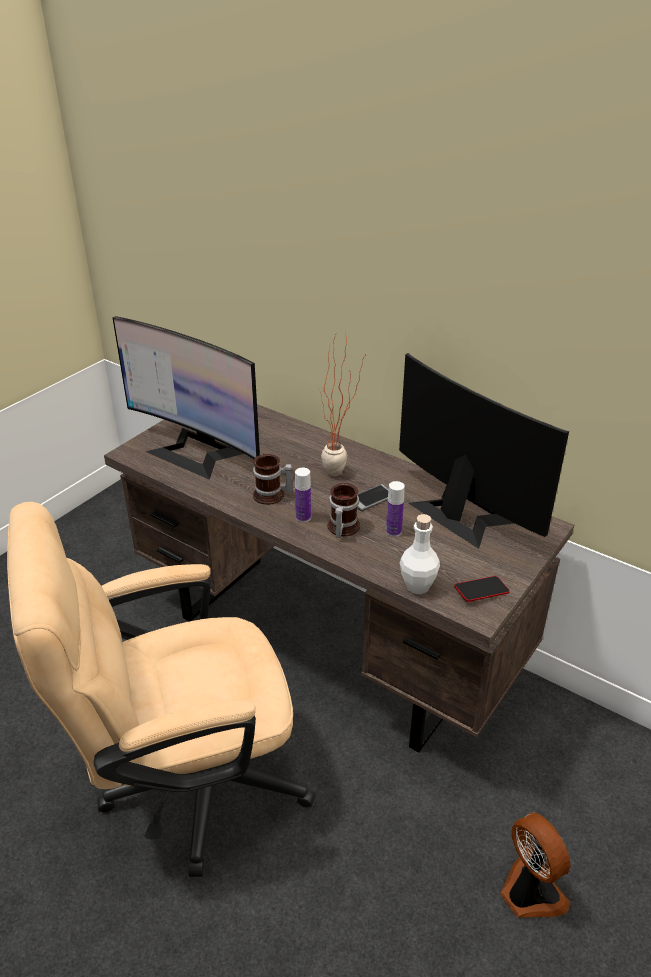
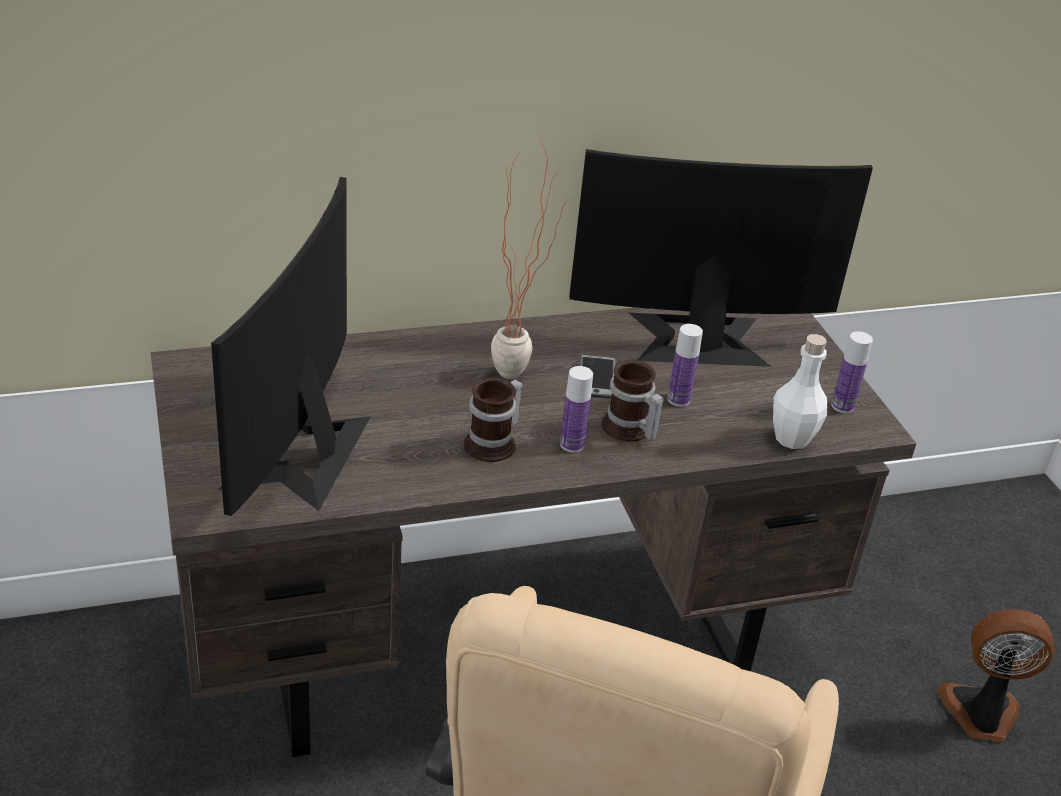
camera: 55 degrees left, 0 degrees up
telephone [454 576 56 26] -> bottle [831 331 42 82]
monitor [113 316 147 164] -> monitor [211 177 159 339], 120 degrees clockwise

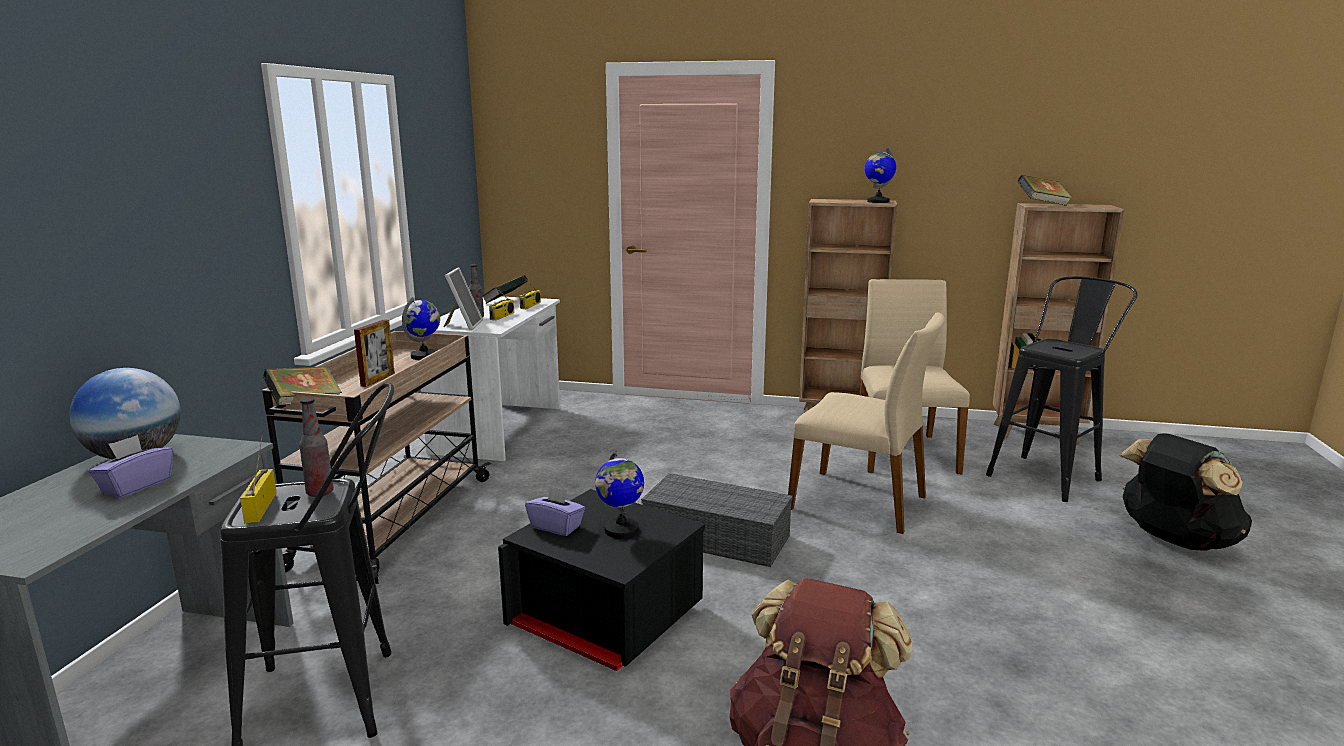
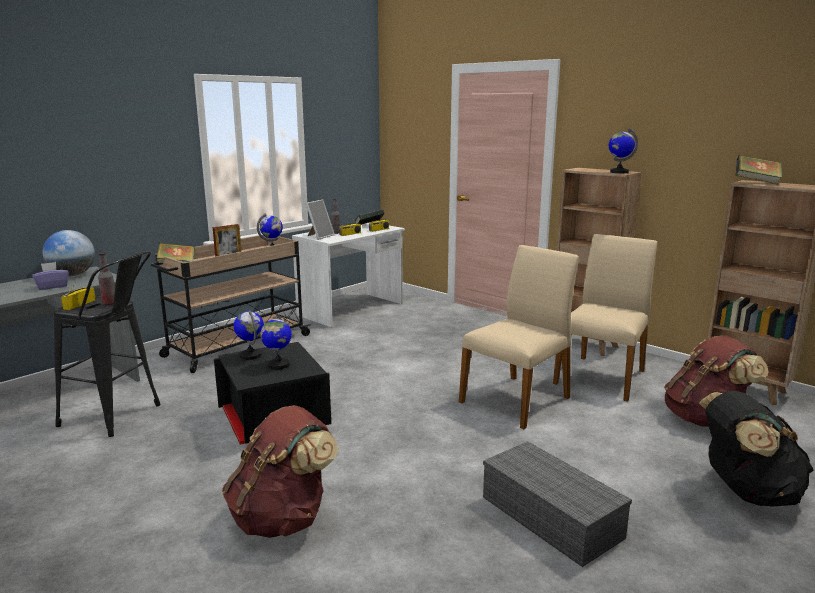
camera: 30 degrees right, 0 degrees up
gray storage box [641 473 152 94] -> gray storage box [483 441 149 126], shifted
purple tissue box [525 485 60 51] -> world globe [234 310 30 50]
black-coloured stool seat [986 276 152 226] -> brownish rucksack [664 335 104 92]
beige upright chair [788 312 156 222] -> beige upright chair [459 245 120 184], 105 degrees counterclockwise

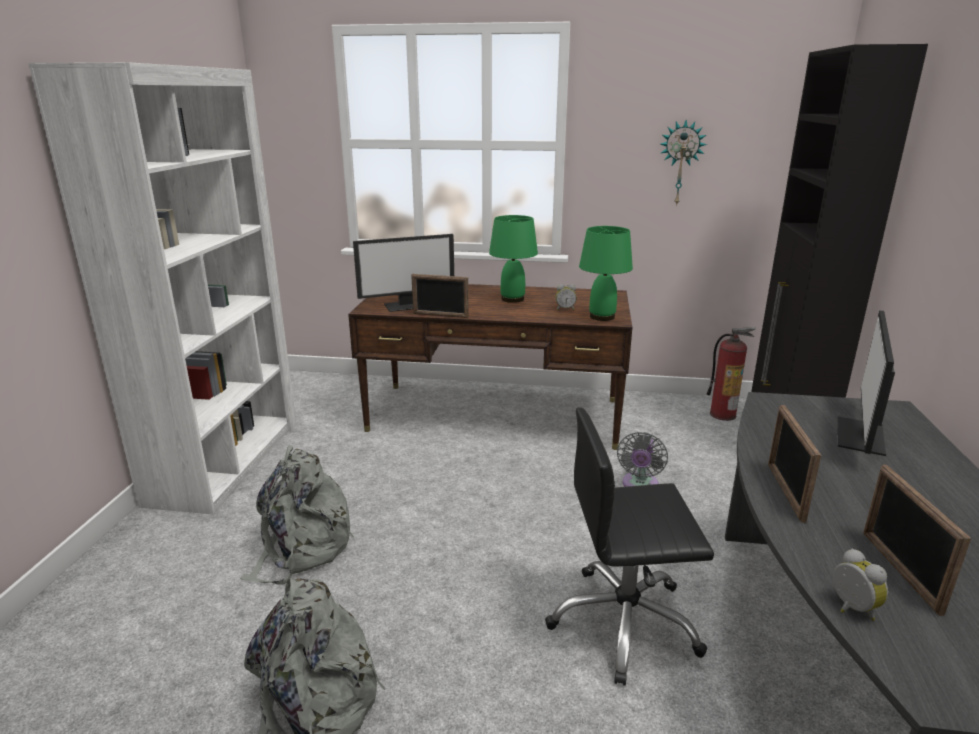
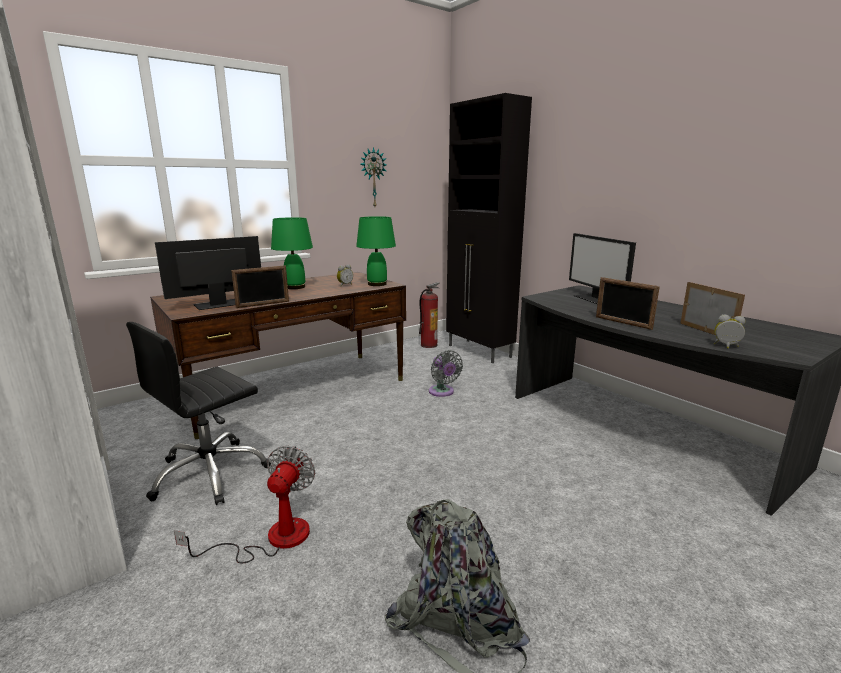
camera: 45 degrees left, 5 degrees down
black-coloured computer chair [545 407 169 279] -> black-coloured computer chair [126 322 145 183], shifted
gray rucksack [240 445 114 140] -> fan [174 446 141 118]
monitor [353 234 101 78] -> monitor [155 236 106 74], 150 degrees counterclockwise
picture frame [863 465 108 151] -> picture frame [680 282 65 53], 150 degrees counterclockwise

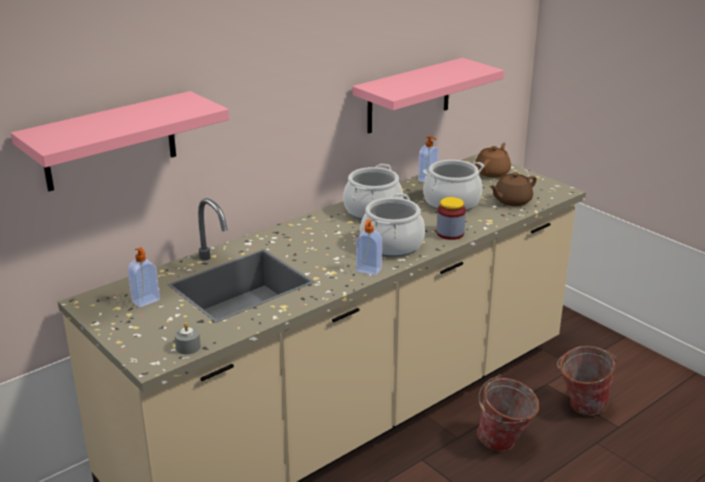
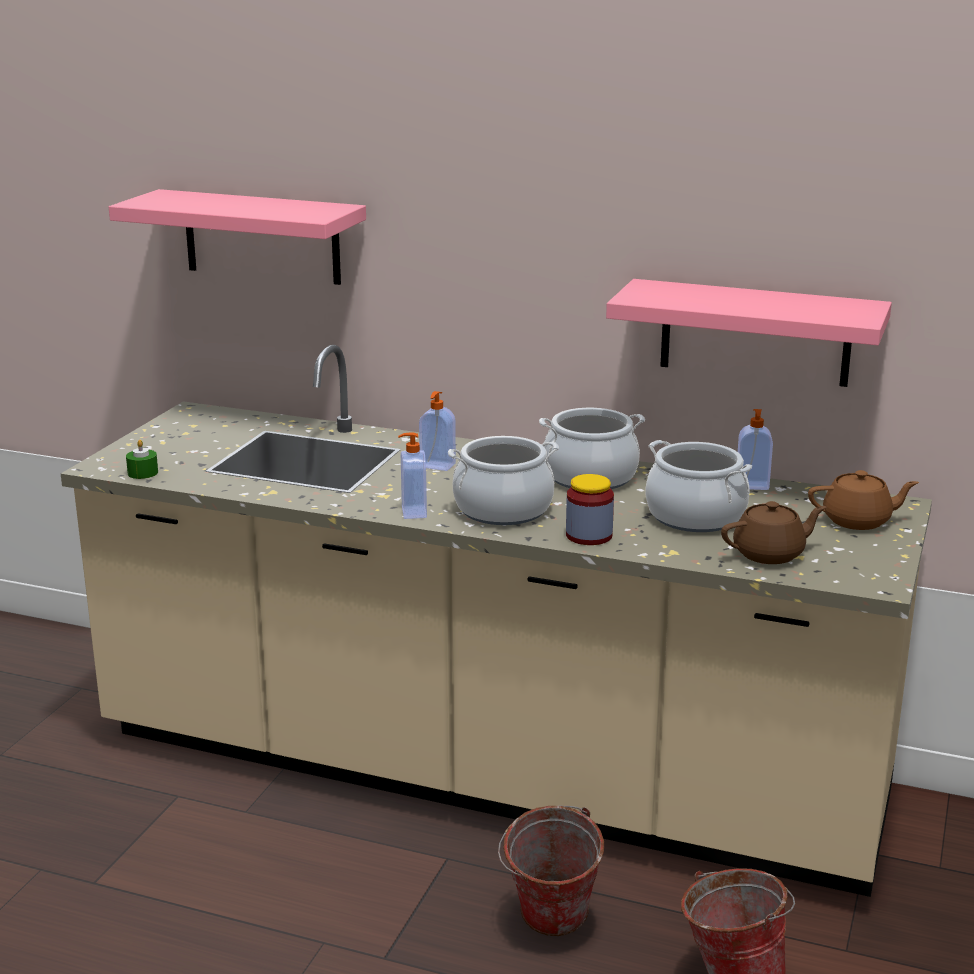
camera: 60 degrees right, 5 degrees down
liquid soap bottle [128 247 32 61] -> liquid soap bottle [419 391 37 80], shifted
gray candle [174 322 27 32] -> green-coloured candle [126 440 32 39]
brownish teapot [489 172 48 34] -> brownish teapot [721 501 105 63], 135 degrees clockwise

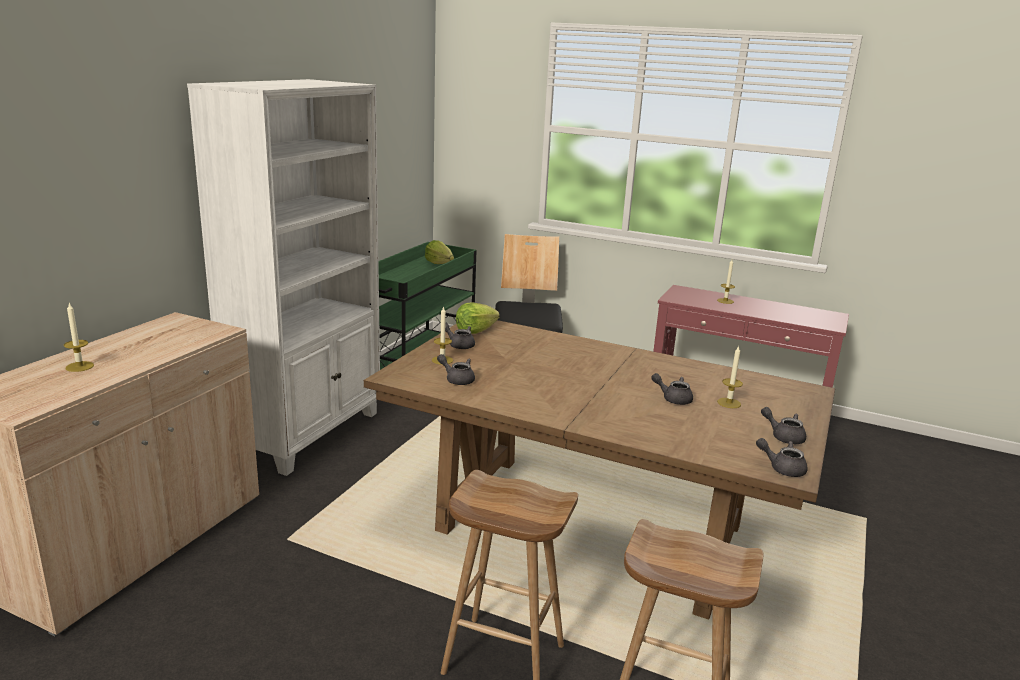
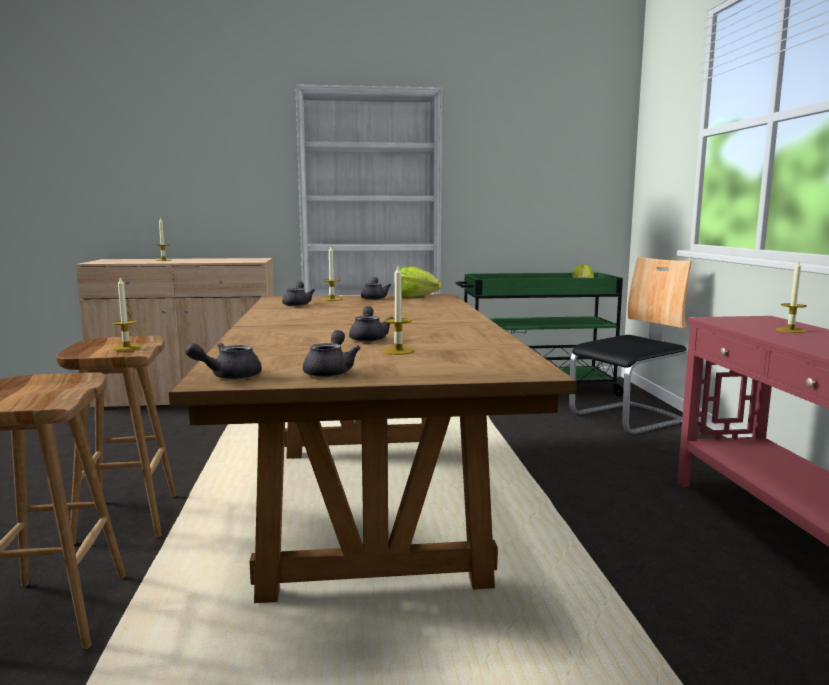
camera: 60 degrees right, 10 degrees down
none -> candle [112 277 29 73]
gray teapot [756 438 52 39] -> gray teapot [185 343 77 36], 120 degrees counterclockwise

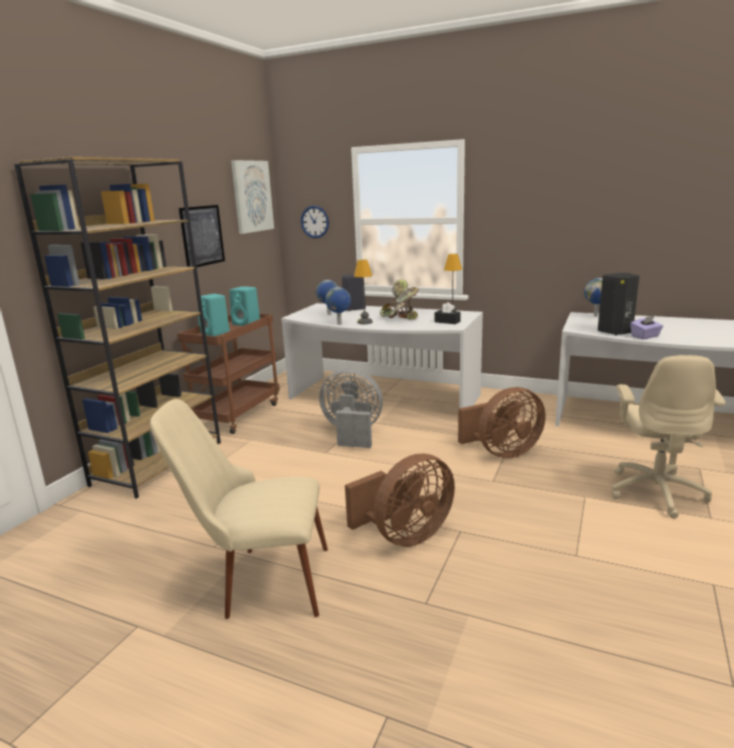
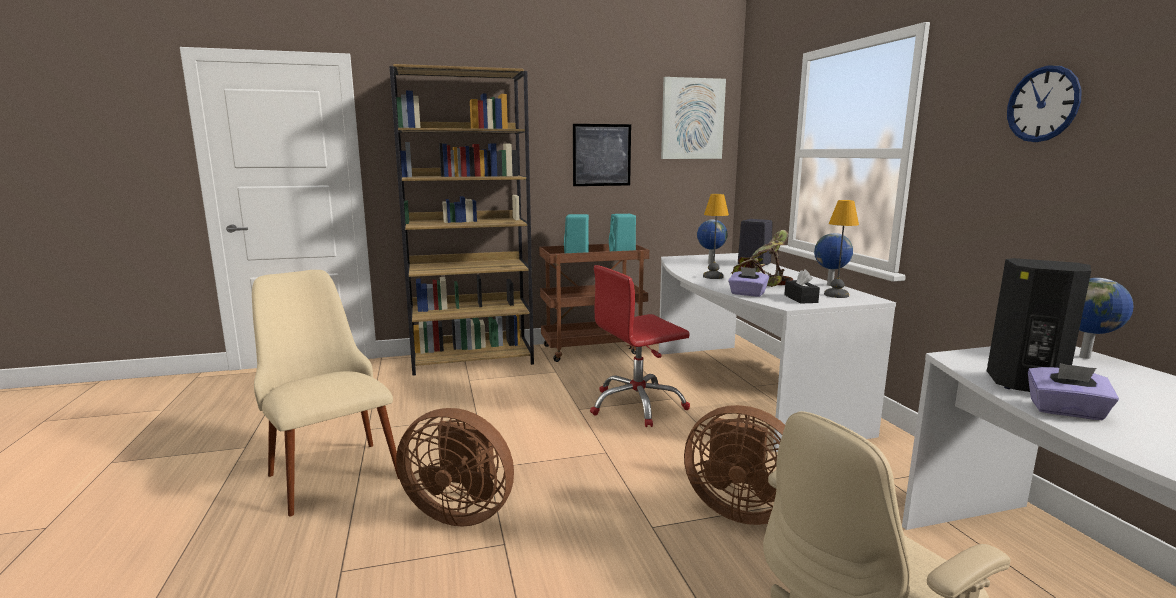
camera: 50 degrees right, 5 degrees down
none -> purple tissue box [728 267 41 30]
clock on the wall [301 206 28 32] -> clock on the wall [1007 65 75 77], shifted
world globe [325 287 26 38] -> world globe [814 233 39 53], shifted
gray fan [319 369 64 79] -> reddish computer chair [590 265 100 162]

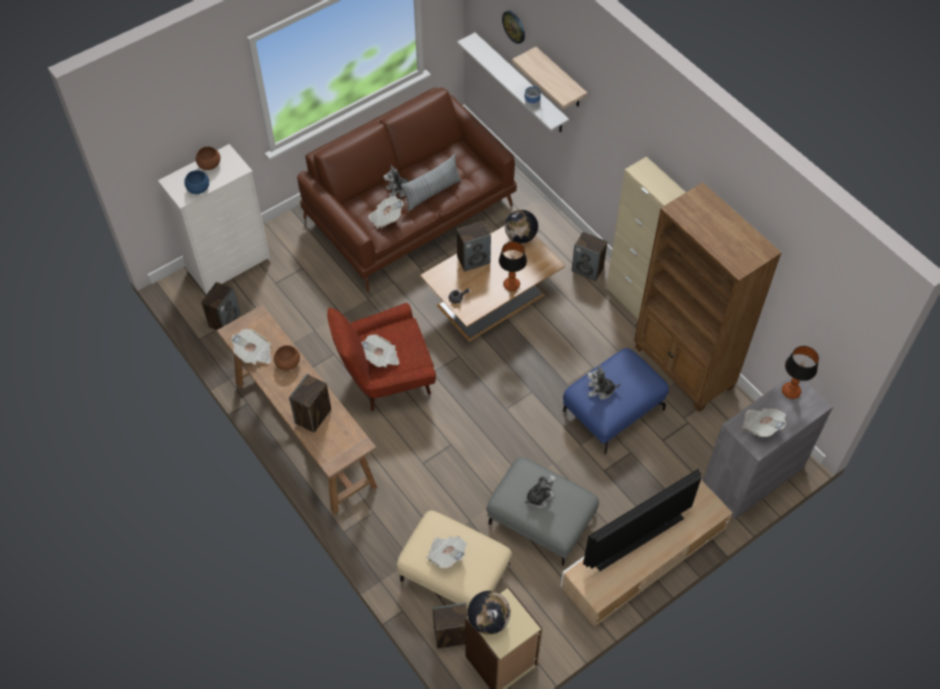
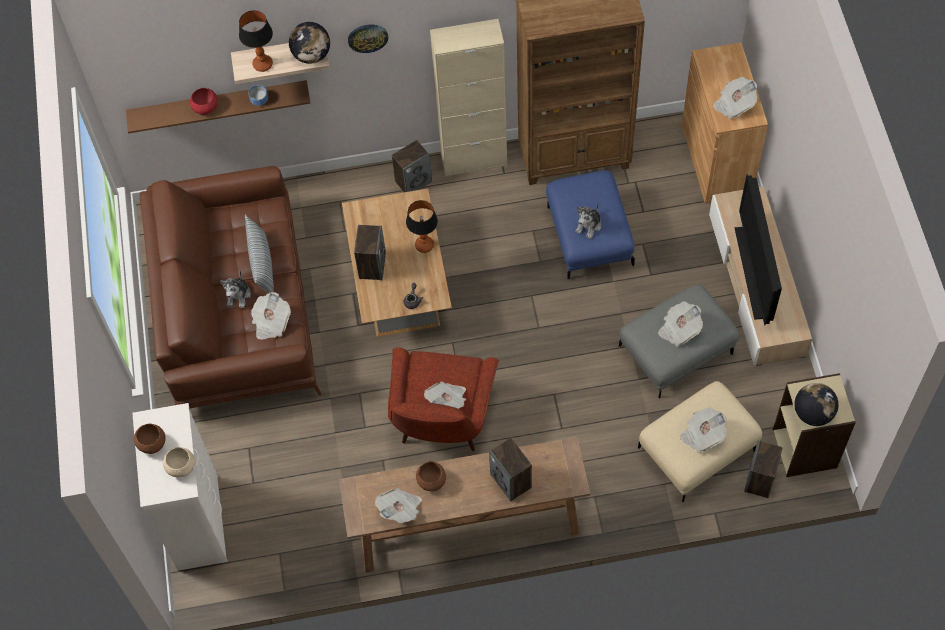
camera: 60 degrees left, 5 degrees up
speaker [201 282 39 48] -> none
none -> reddish serving bowl [190 88 28 27]
clock on the wall [502 10 23 34] -> clock on the wall [348 25 40 28], shifted
world globe [505 210 33 33] -> world globe [289 22 41 42], shifted
tabletop lamp [782 346 37 53] -> tabletop lamp [239 10 34 62], shifted
cuddly toy [525 476 31 32] -> printed paper [658 302 45 45]
blue serving bowl [184 170 25 24] -> beige serving bowl [163 447 32 31]
white wall shelf [457 33 112 99] -> brownish wall shelf [126 80 184 53]
gray cupboard [703 376 130 143] -> brownish cupboard [682 43 86 161]

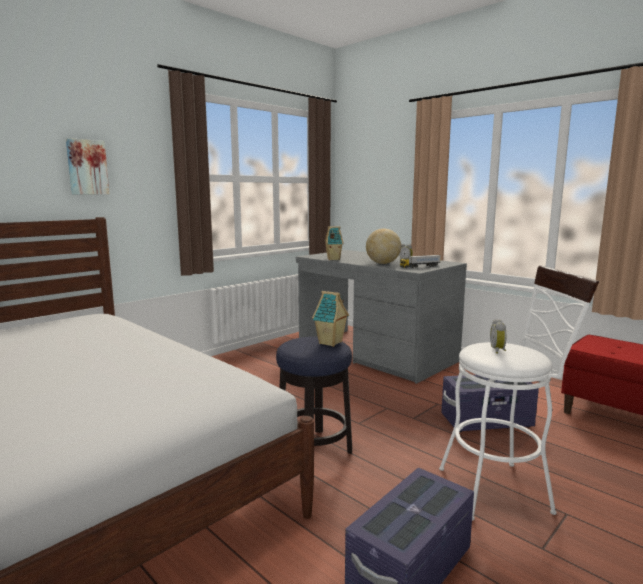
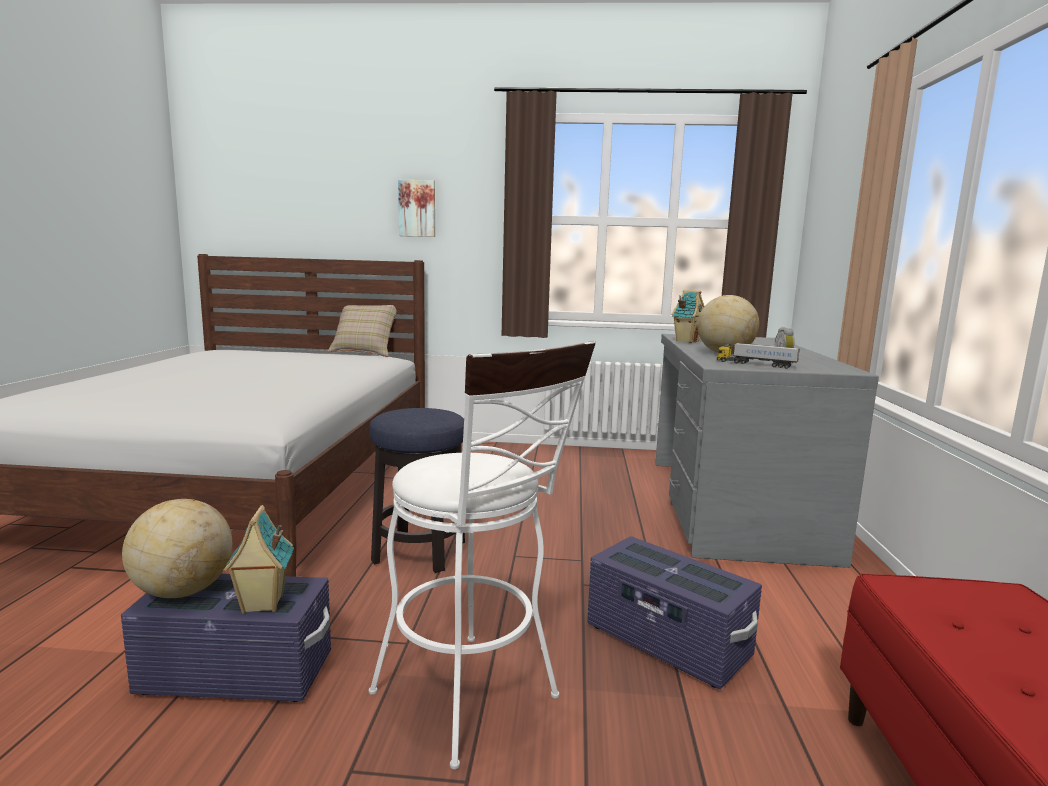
camera: 50 degrees right, 0 degrees up
table clock [490 319 16 35] -> none
none -> world globe [122 499 110 99]
none -> beige throw pillow [328 305 69 52]
miniature house [312 291 37 56] -> miniature house [223 505 71 109], shifted

